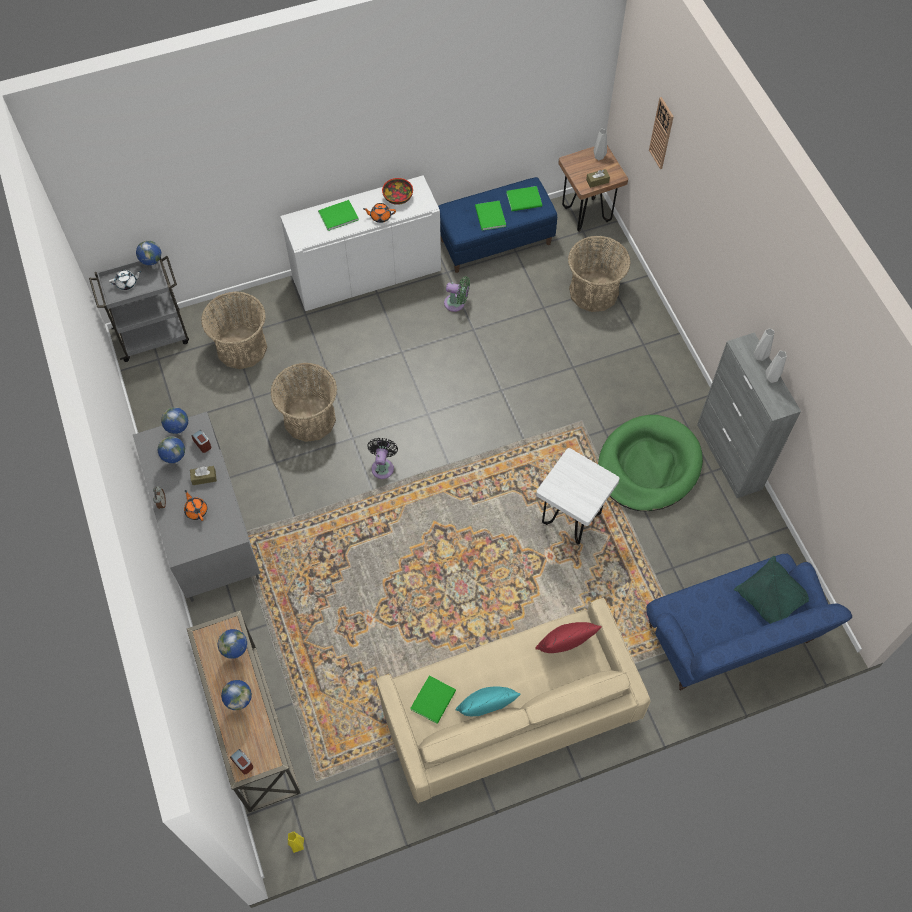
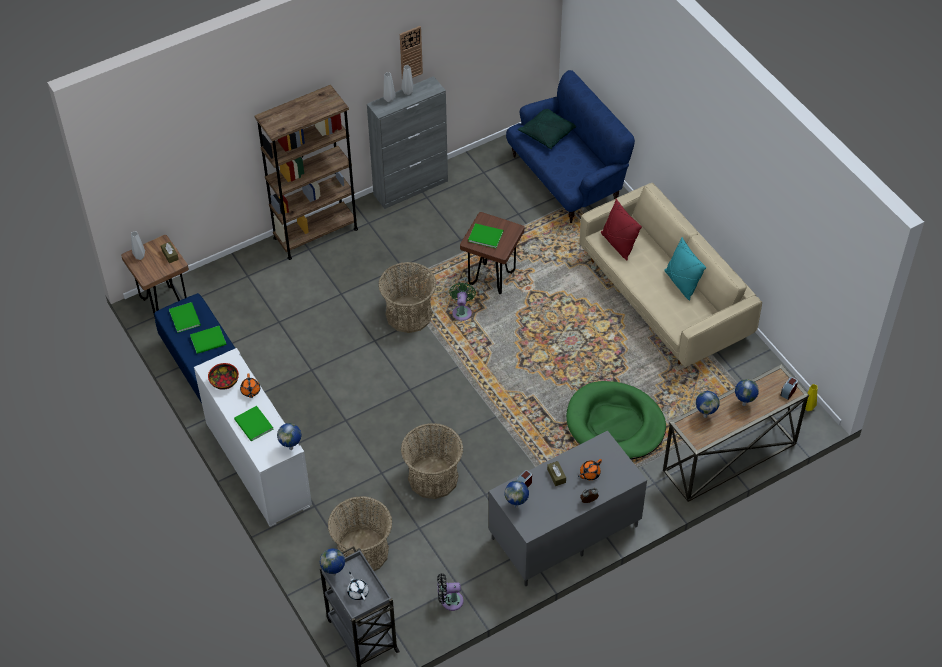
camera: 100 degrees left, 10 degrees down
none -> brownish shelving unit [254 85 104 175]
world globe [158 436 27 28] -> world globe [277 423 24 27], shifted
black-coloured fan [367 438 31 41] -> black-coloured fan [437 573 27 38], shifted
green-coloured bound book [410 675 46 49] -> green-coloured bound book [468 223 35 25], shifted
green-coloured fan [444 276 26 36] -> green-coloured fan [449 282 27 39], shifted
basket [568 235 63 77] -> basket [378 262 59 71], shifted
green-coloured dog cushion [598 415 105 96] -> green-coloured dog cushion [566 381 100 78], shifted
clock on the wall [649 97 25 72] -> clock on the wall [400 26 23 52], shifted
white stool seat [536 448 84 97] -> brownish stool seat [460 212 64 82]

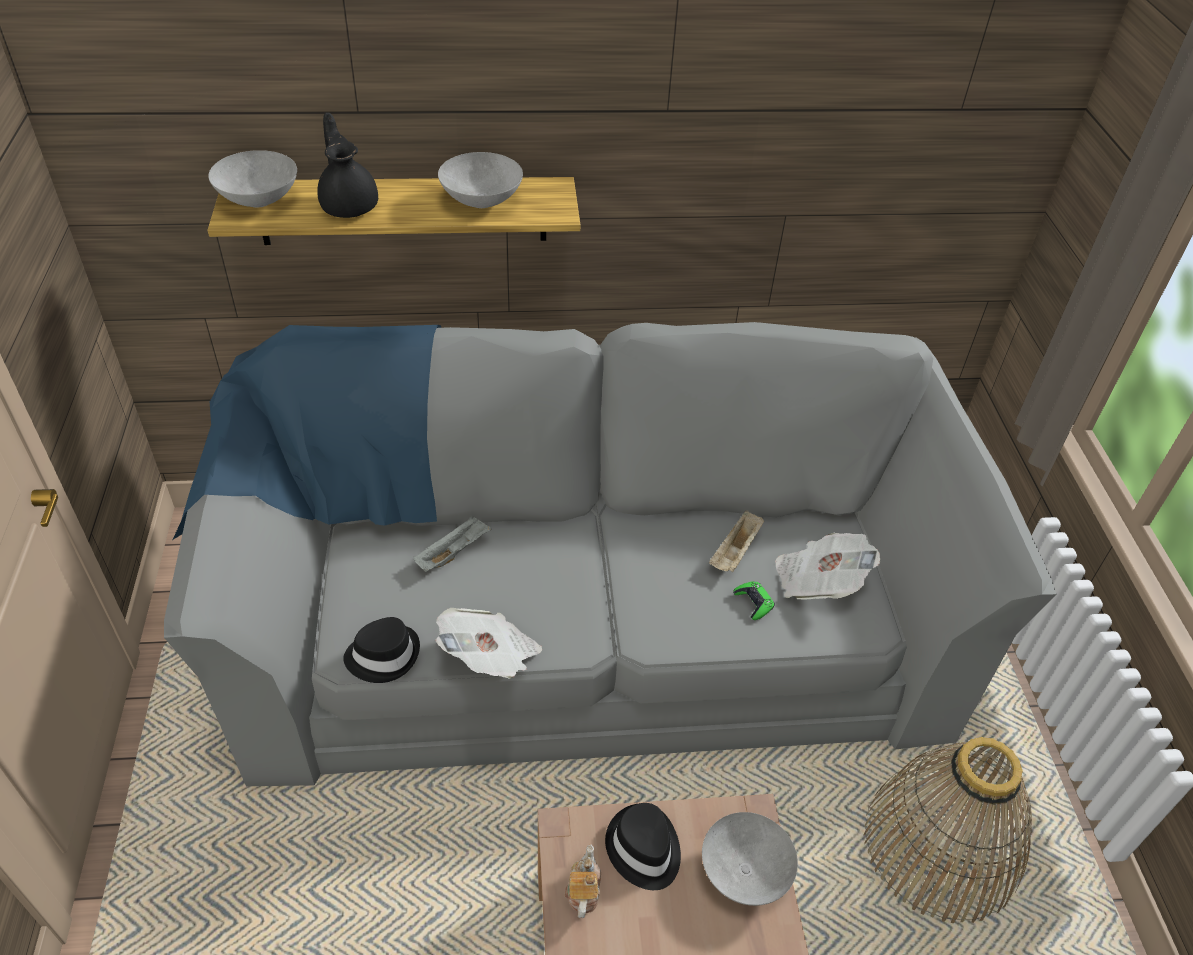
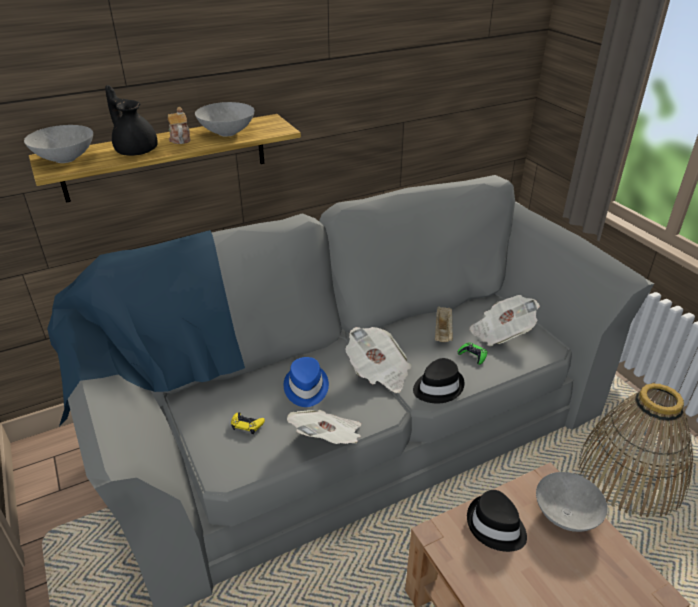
camera: 20 degrees left, 10 degrees down
gray serving tray [413 516 79 56] -> none
none -> yellow gamepad [231 412 34 22]
none -> blue wearable hat [284 357 45 50]
none -> printed paper [345 327 66 66]
black-coloured wearable hat [343 617 77 66] -> black-coloured wearable hat [413 358 52 46], shifted
teapot [565 845 36 73] -> teapot [168 107 23 37], shifted

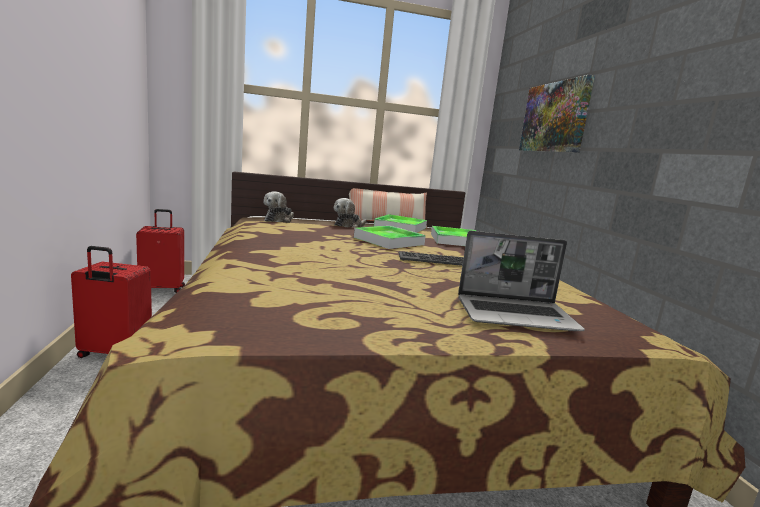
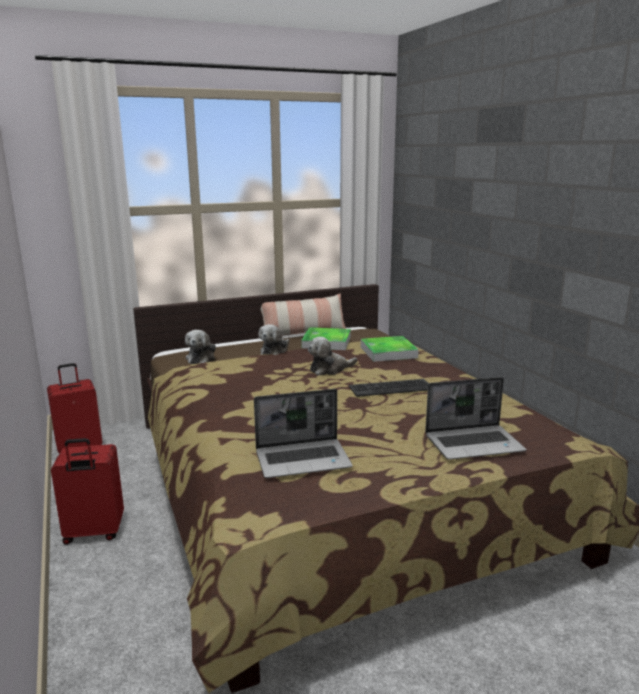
camera: 10 degrees left, 5 degrees up
wall picture [519 75 76 78] -> none
none -> portable computer [254 389 99 89]
serving tray [354 226 72 23] -> cuddly toy [308 337 49 39]

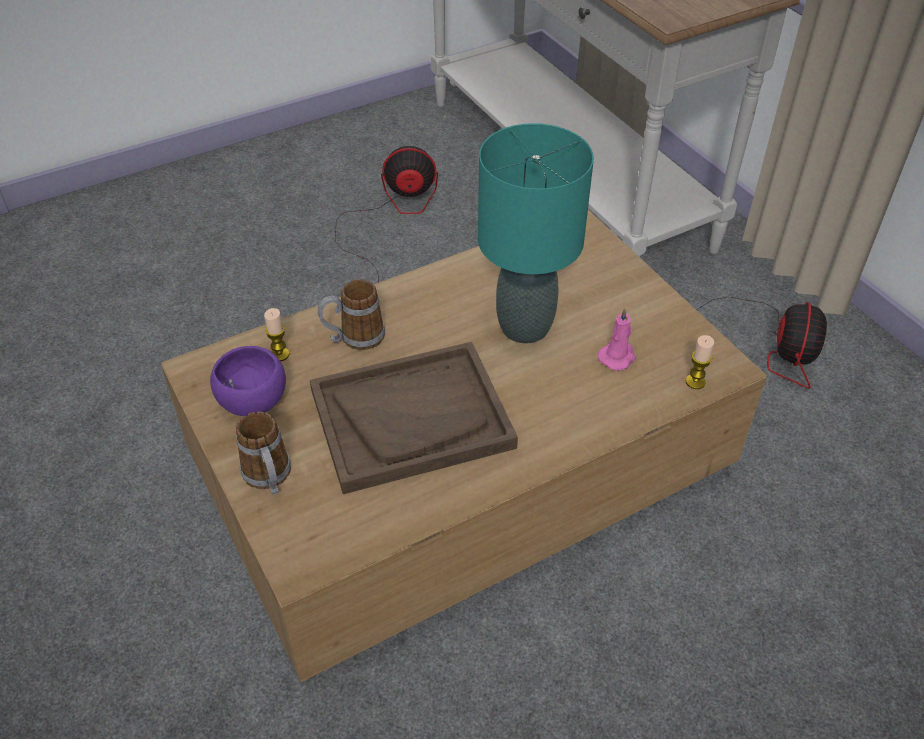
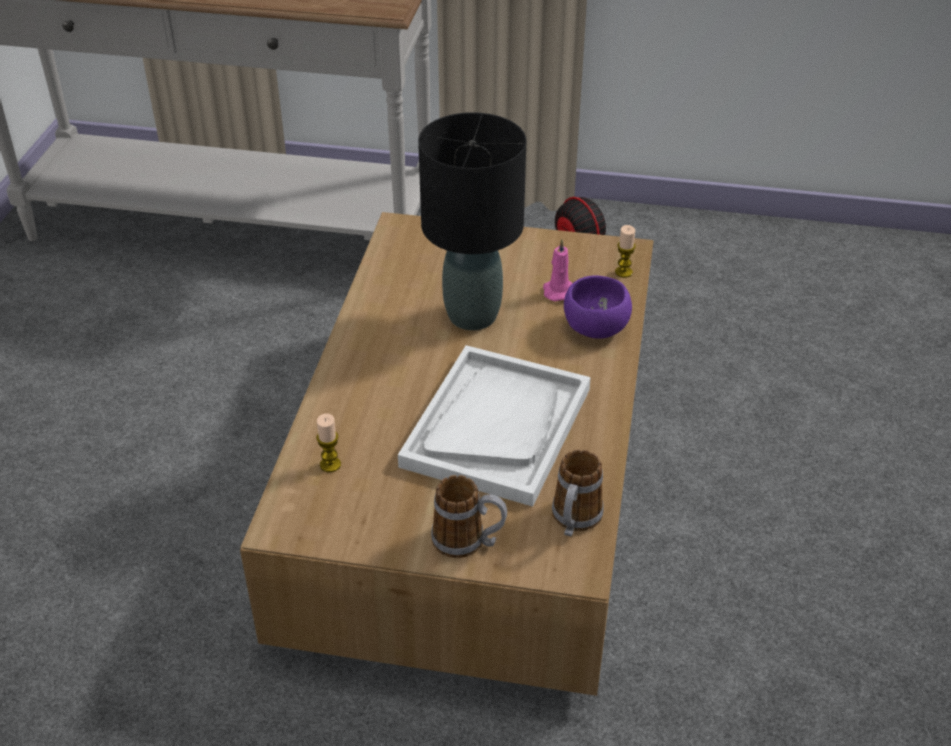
camera: 50 degrees left, 5 degrees down
fan [335 146 103 137] -> none
purple serving bowl [210 346 76 70] -> purple serving bowl [564 275 68 64], shifted
coffee mug [318 279 67 71] -> coffee mug [552 450 52 87], shifted
brownish serving tray [310 342 208 152] -> white serving tray [398 345 193 162]
turquoise tabletop lamp [478 123 116 220] -> black-coloured tabletop lamp [418 112 109 218]

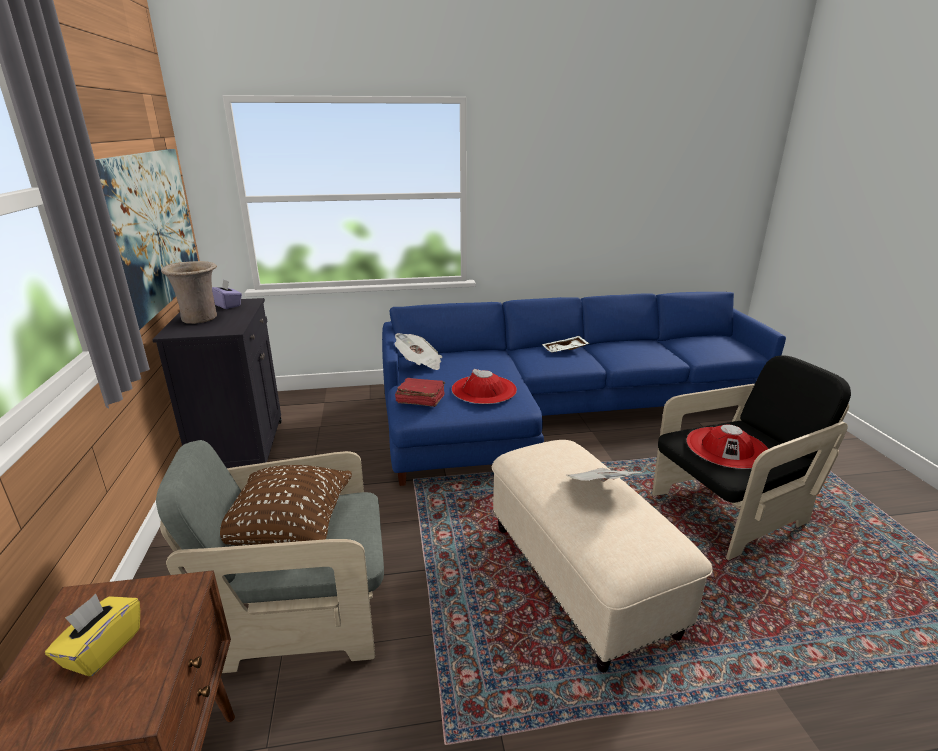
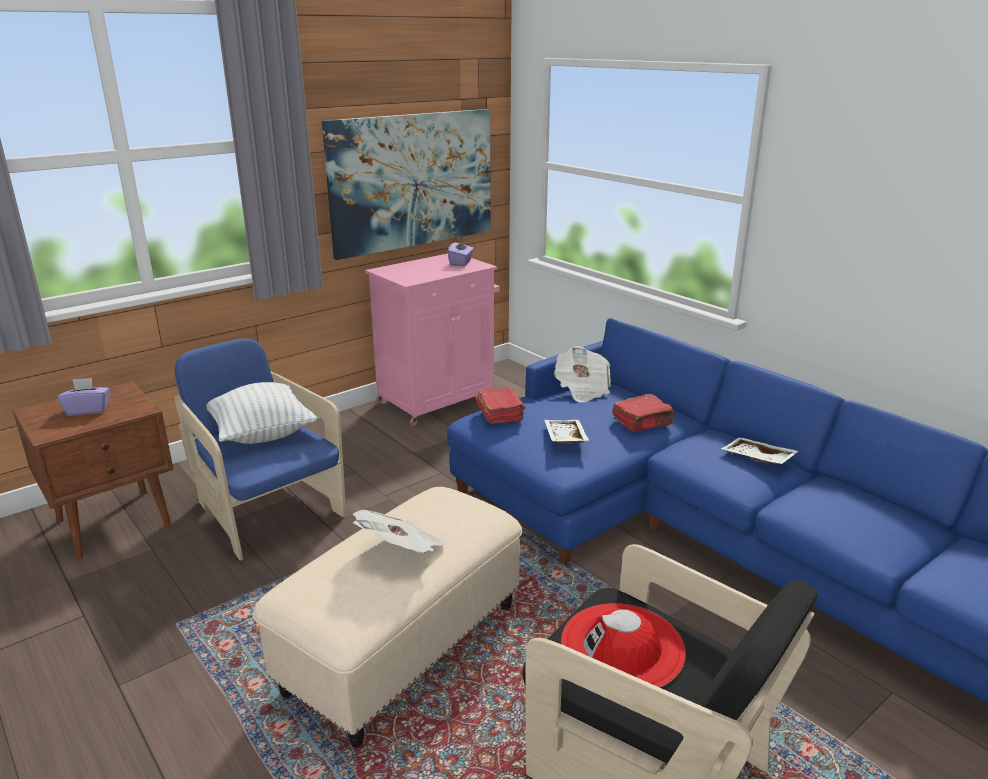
camera: 60 degrees right, 0 degrees up
beige flower vase [161 261 56 63] -> none
none -> reddish bound book [613 394 62 38]
reddish wearable hat [452 369 65 35] -> white serving tray [545 420 44 23]
yellow tissue box [45 594 95 83] -> purple tissue box [57 378 53 38]
black-coloured cupboard [152 298 130 170] -> pink cupboard [365 254 135 172]
gray armchair [156 440 228 233] -> blue armchair [174 338 172 223]
brownish throw pillow [220 465 132 81] -> white throw pillow [206 382 111 62]

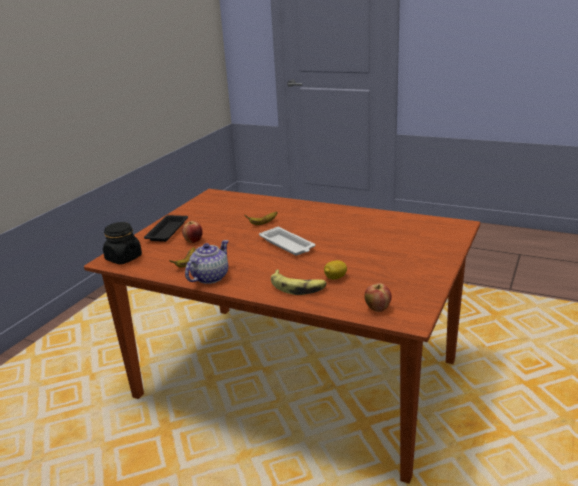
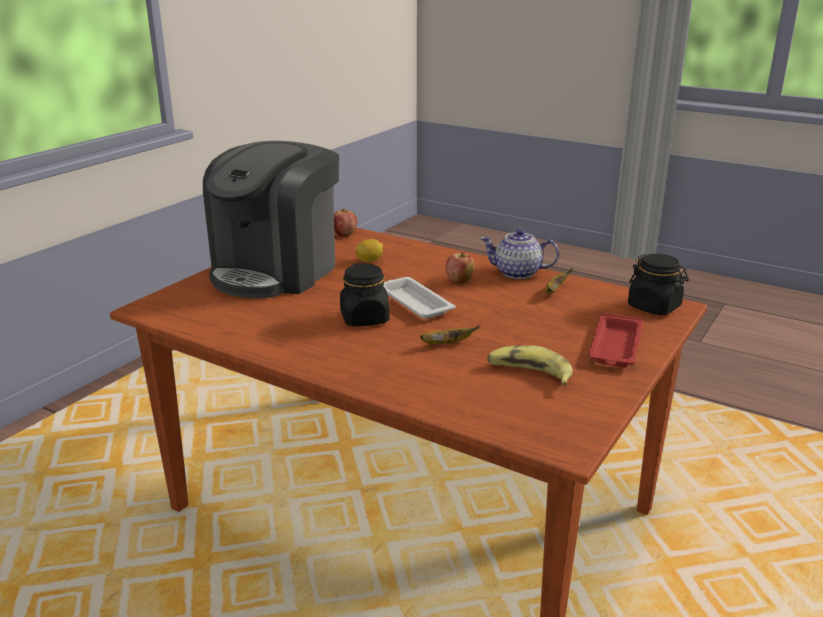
camera: 175 degrees left, 0 degrees up
none -> coffee brewer [203 141 136 157]
none -> black-coloured preserve jar [340 263 50 63]
apple [182 221 21 22] -> apple [446 252 29 32], shifted
banana fruit [271 270 56 25] -> banana fruit [487 345 86 41], shifted
black-coloured serving tray [144 215 44 27] -> reddish serving tray [589 313 54 54]
teapot [185 240 43 44] -> teapot [480 229 79 50], 60 degrees clockwise

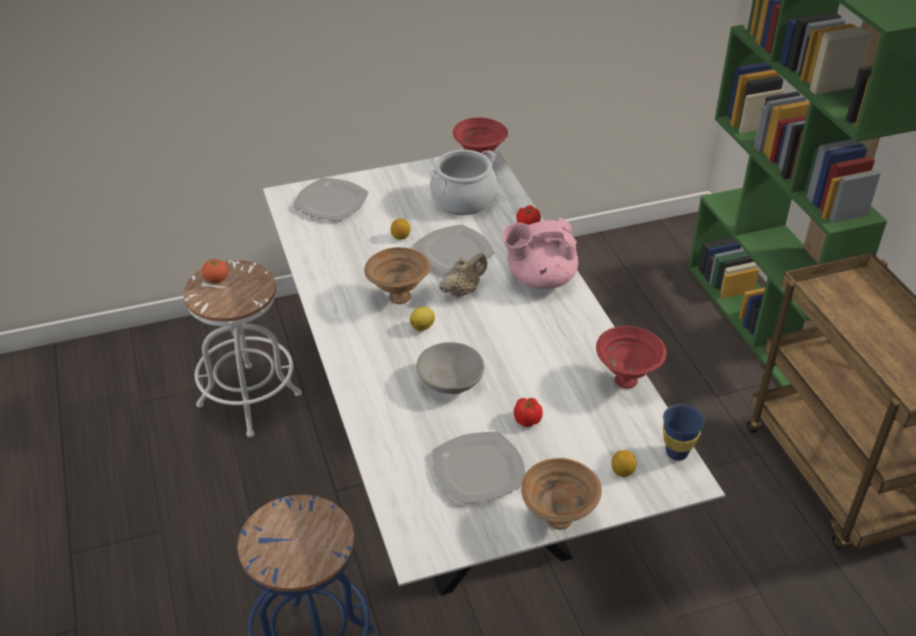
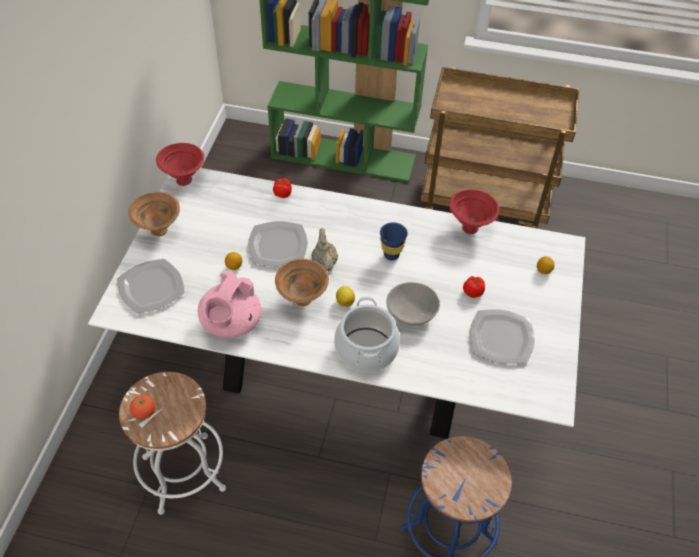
camera: 60 degrees left, 10 degrees up
cooking pot [430 150 67 65] -> cooking pot [334 297 66 76], shifted
pink teapot [502 218 76 71] -> pink teapot [198 271 63 67], shifted
brownish serving bowl [521 458 81 72] -> brownish serving bowl [128 192 52 44], shifted
blue cup [663 404 42 57] -> blue cup [380 223 28 37], shifted

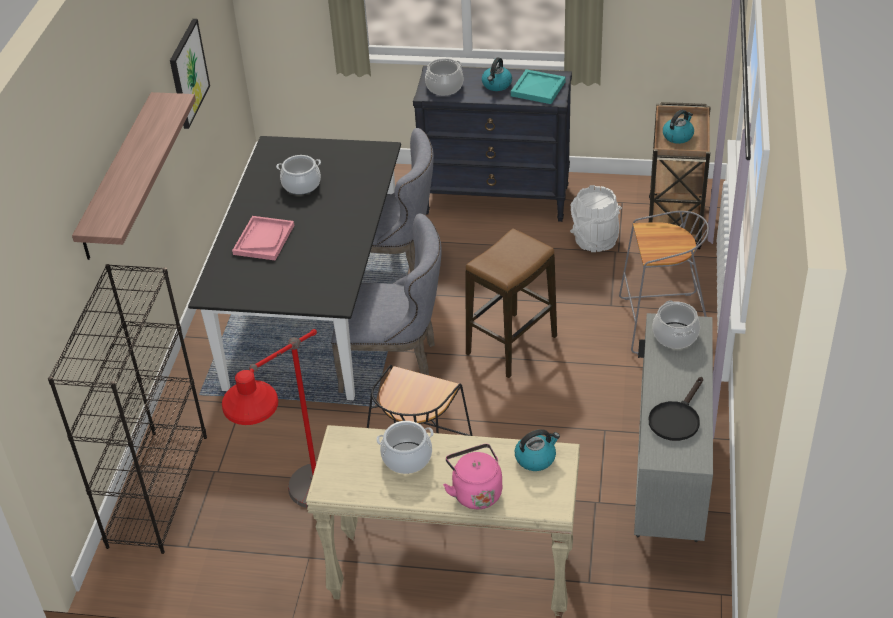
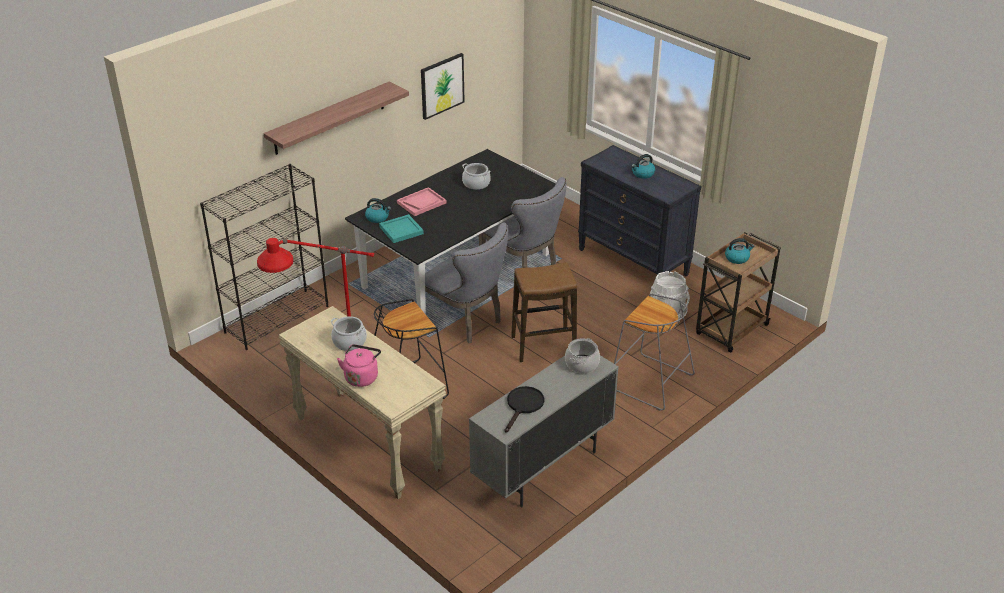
camera: 35 degrees right, 5 degrees down
cooking pot [425 58 38 37] -> none
turquoise serving tray [511 69 55 35] -> turquoise serving tray [379 214 45 29], shifted
water kettle [515 429 45 42] -> water kettle [365 198 26 25], shifted
black-coloured skillet [649 377 54 64] -> black-coloured skillet [505 386 39 47], 135 degrees clockwise

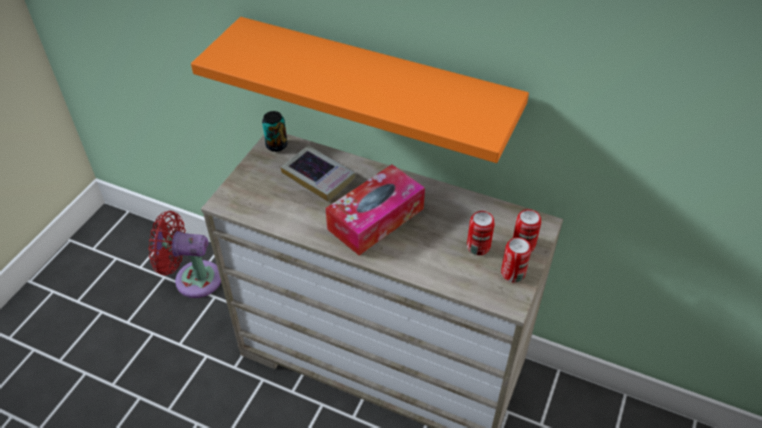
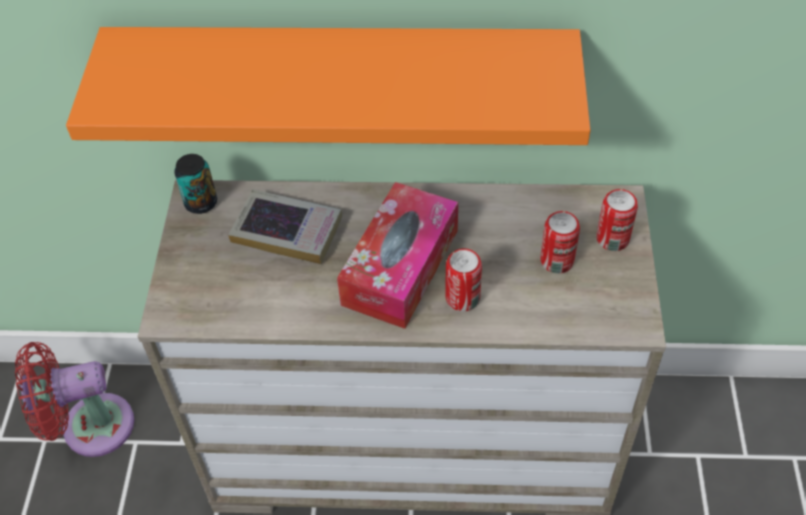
camera: 20 degrees left, 5 degrees up
metal can [501 237 30 46] -> metal can [445 249 37 63], shifted

